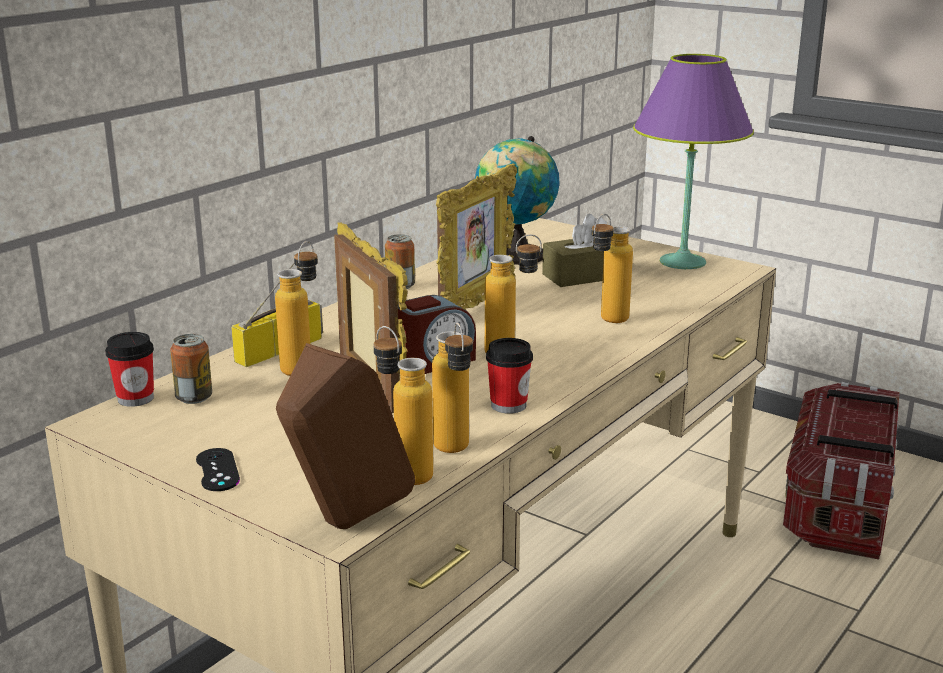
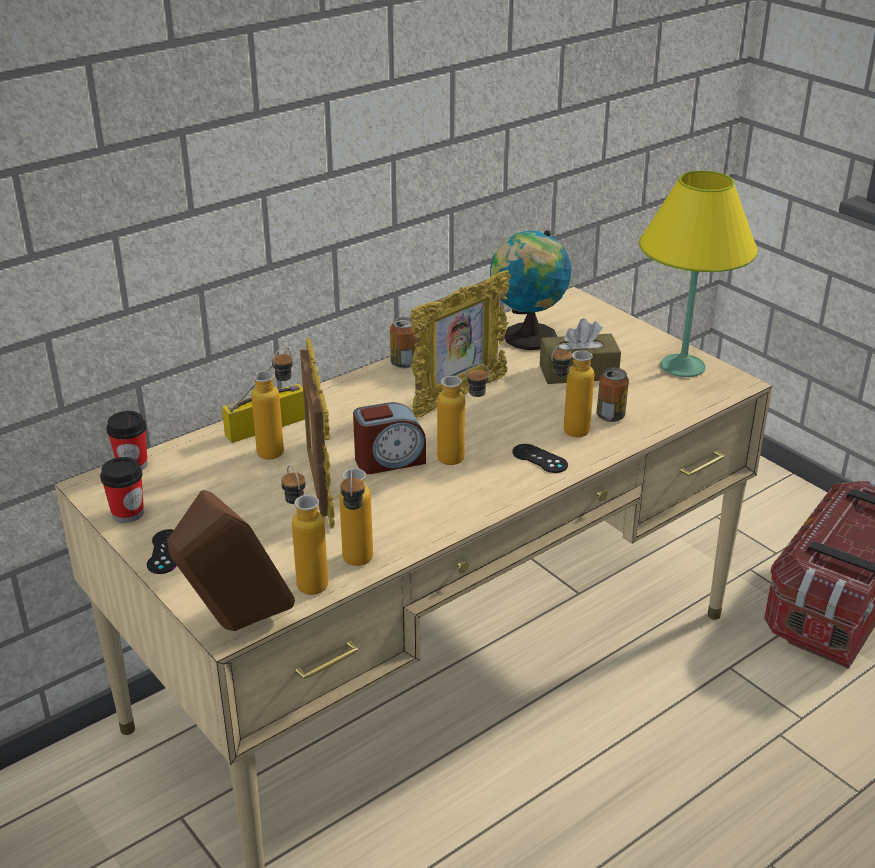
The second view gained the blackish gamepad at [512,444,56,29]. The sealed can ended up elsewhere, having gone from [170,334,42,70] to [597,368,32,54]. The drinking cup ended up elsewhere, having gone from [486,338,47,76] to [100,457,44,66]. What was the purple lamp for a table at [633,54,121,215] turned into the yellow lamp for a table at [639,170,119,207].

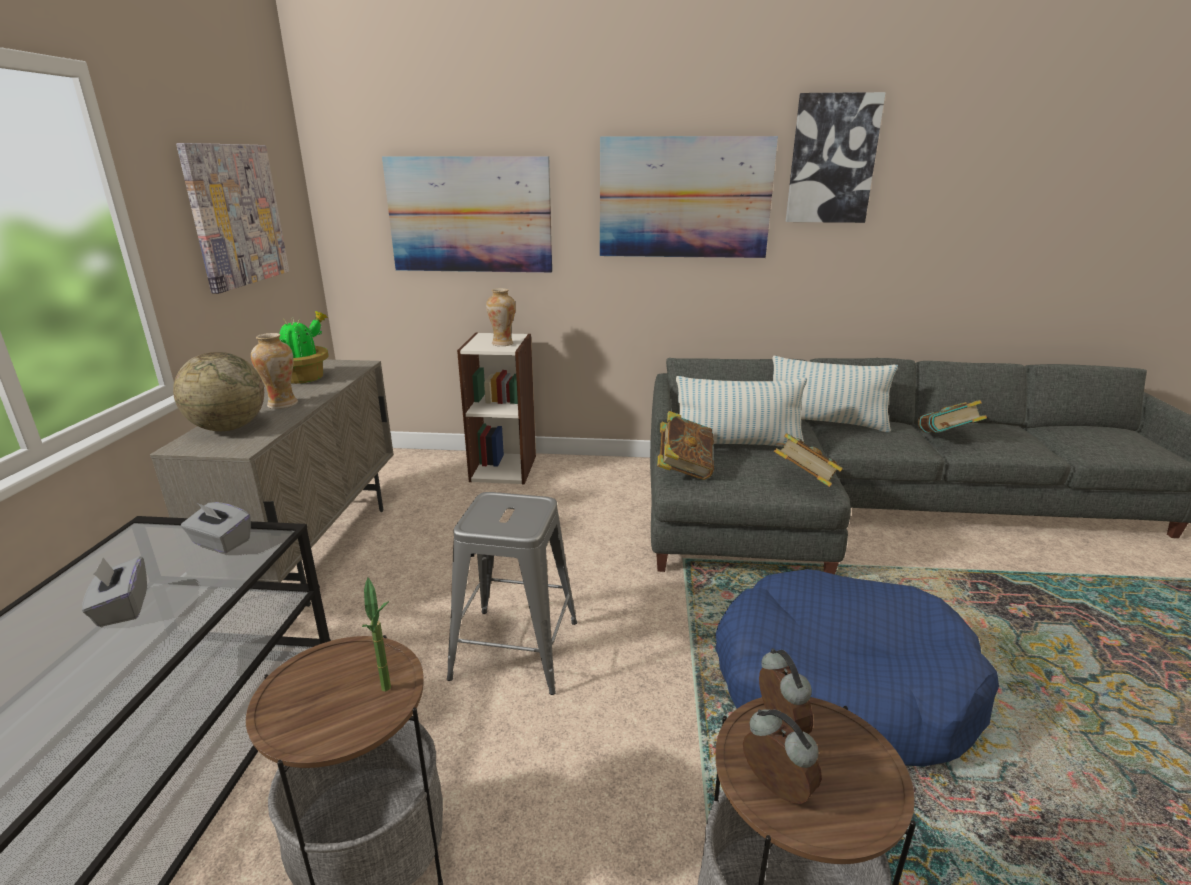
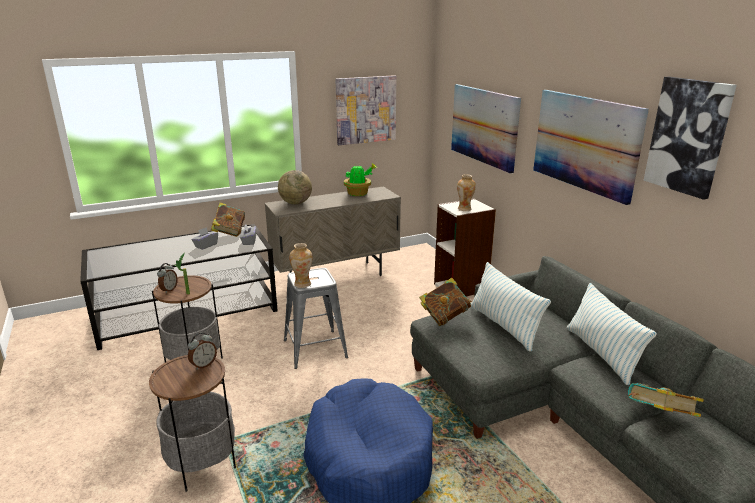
The flower vase ended up elsewhere, having gone from [251,333,47,76] to [289,243,24,45]. The table clock ended up elsewhere, having gone from [743,709,79,95] to [157,263,21,30]. The book ended up elsewhere, having gone from [774,433,69,54] to [211,203,34,34].

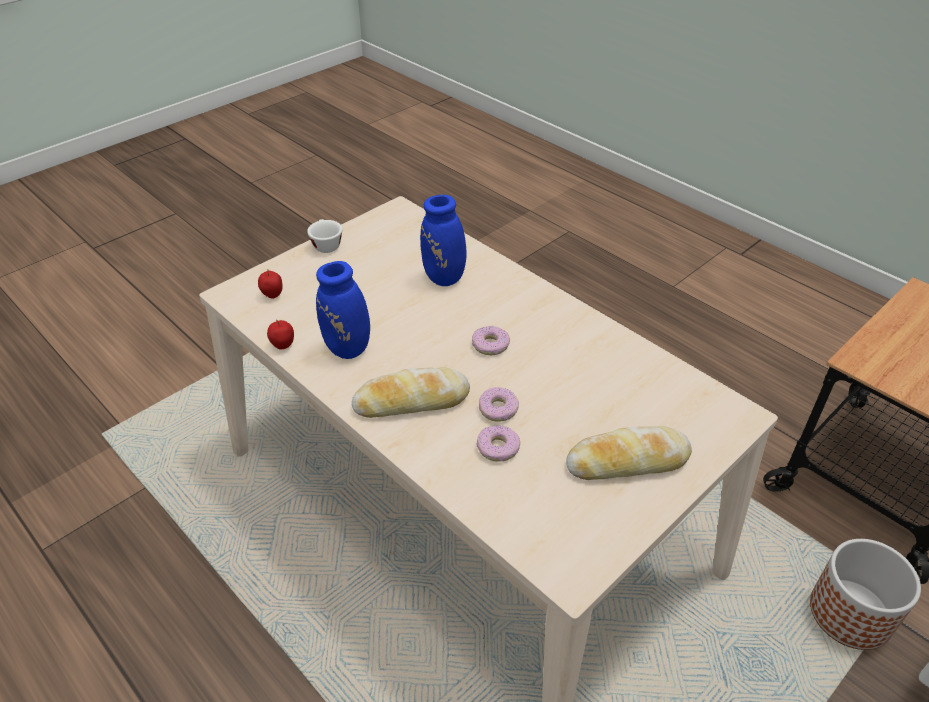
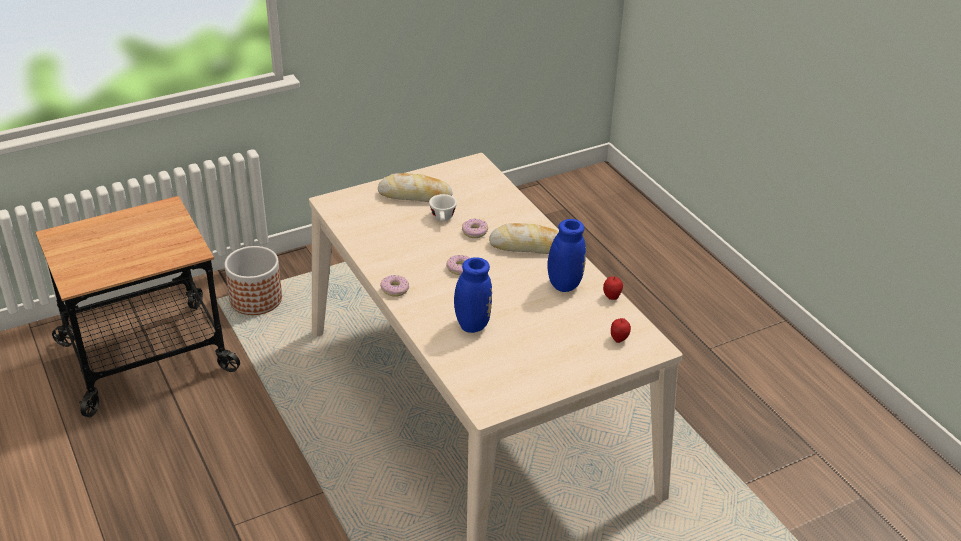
The white-coloured drinking cup ended up elsewhere, having gone from [307,219,35,34] to [429,194,28,28]. The doughnut ended up elsewhere, having gone from [477,425,43,37] to [380,275,29,21].

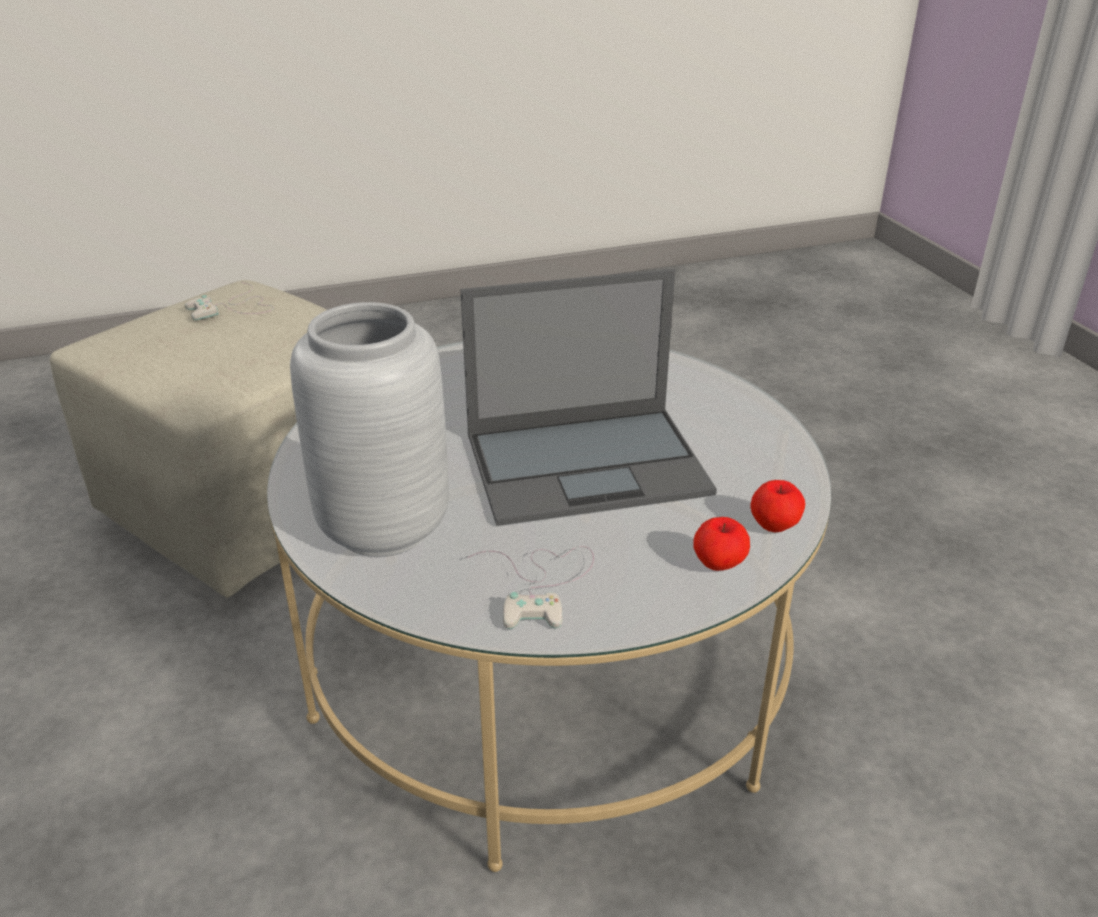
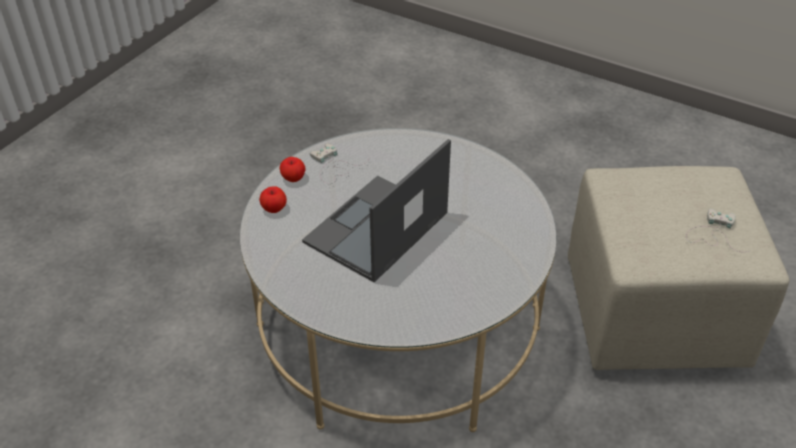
The second view lost the greyish flower vase at [290,302,159,255]. The apple ended up elsewhere, having gone from [750,480,55,52] to [280,157,25,25].

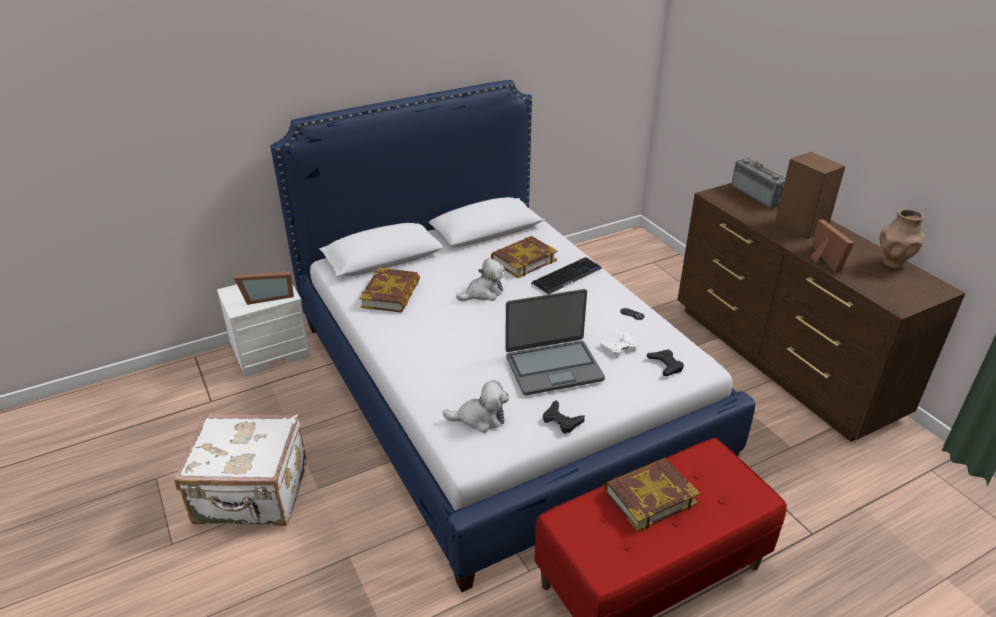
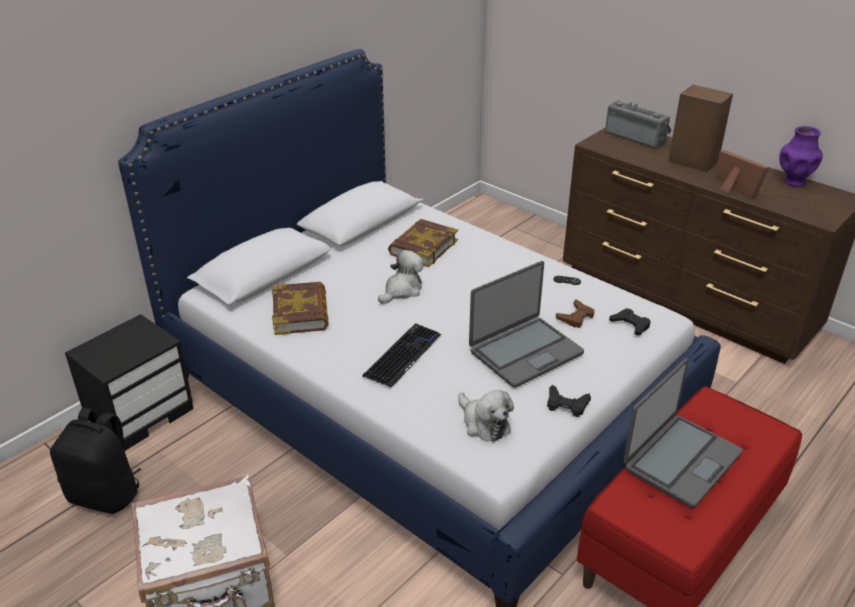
The second view lost the standing frame at [234,272,60,33]. The second view gained the blackish rucksack at [50,408,92,106]. The keyboard ended up elsewhere, having gone from [531,257,71,38] to [363,323,78,65]. Where the book stood at [604,458,96,74], the portable computer came to stand at [623,358,120,150]. What was the white-coloured bedside table at [217,284,94,93] turned into the blackish bedside table at [65,314,129,137]. What was the white-coloured gamepad at [600,332,37,25] turned into the brownish gamepad at [556,299,39,29]. What was the brownish flower vase at [880,209,45,61] turned into the purple flower vase at [779,126,44,61]. The plush toy at [443,380,66,53] ended up facing another way, 75 degrees clockwise from before.

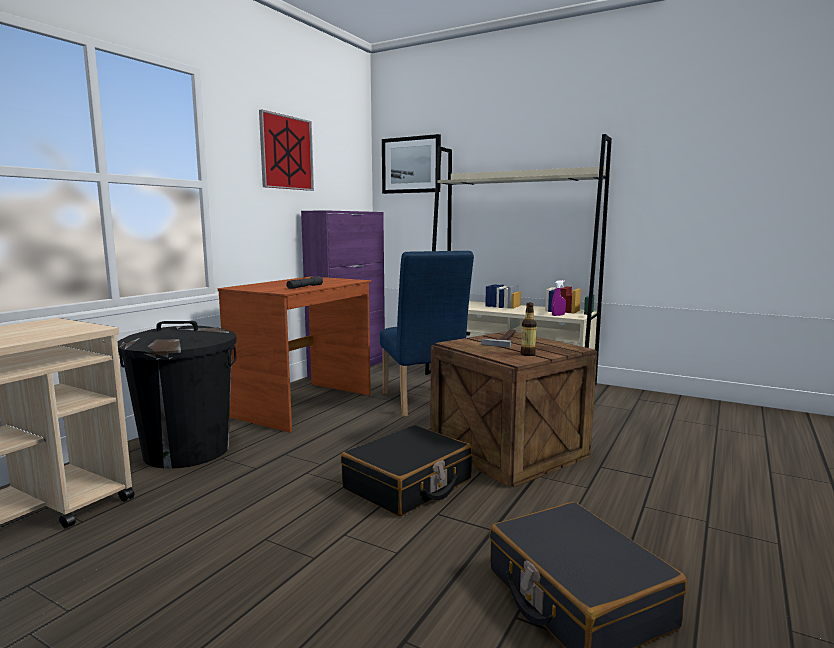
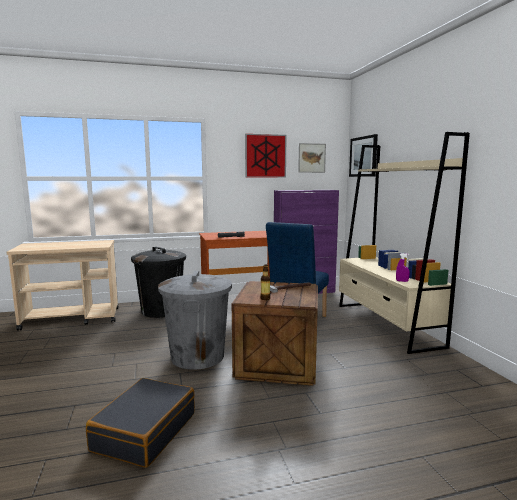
The second view gained the wall picture at [298,143,28,30]. Where the blackish travel case stood at [341,425,131,91], the greyish waste bin came to stand at [158,271,74,99].

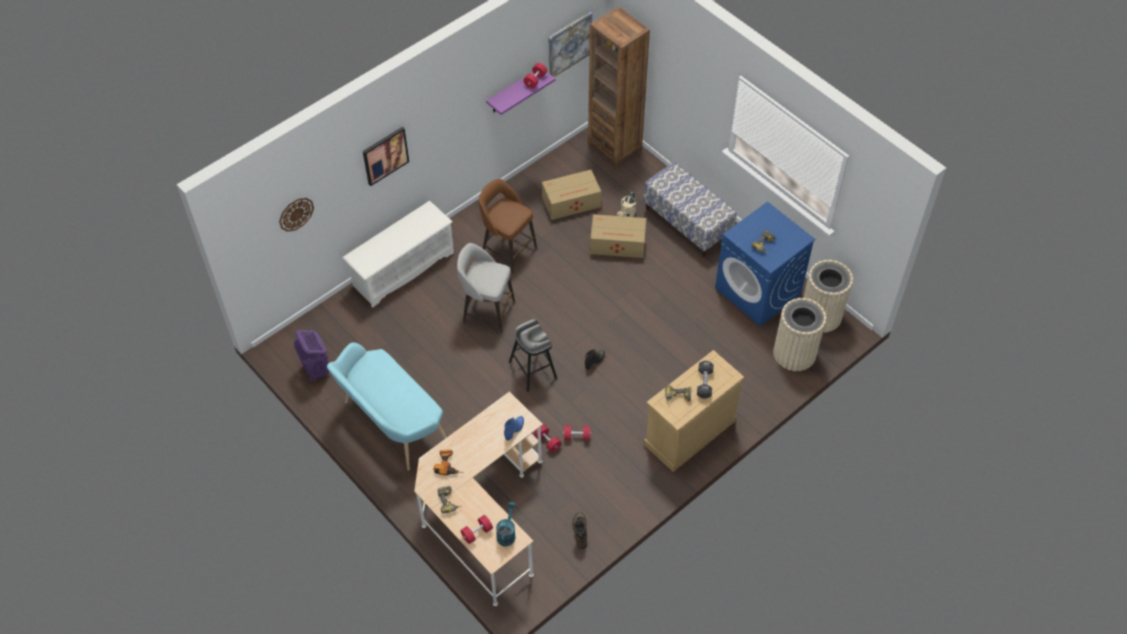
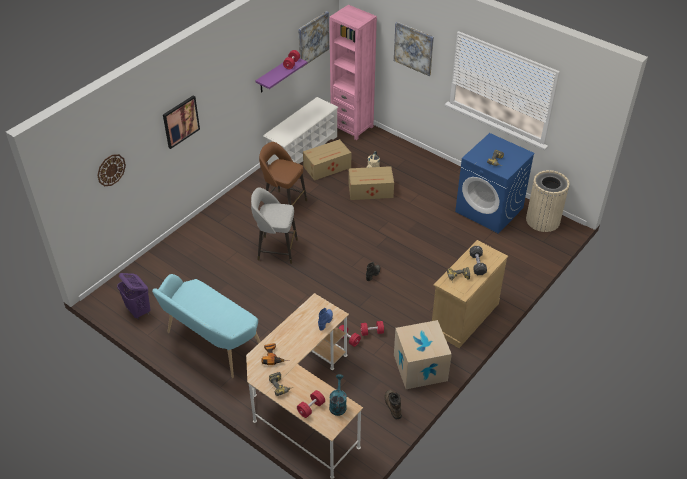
The second view lost the blackish stool seat at [509,319,48,73]. The second view lost the bench at [643,162,94,95]. The second view lost the beige waste bin at [773,298,53,73]. The second view gained the wall picture at [394,22,40,54]. The second view gained the carton at [394,320,58,69]. The white-coloured shoe rack ended up elsewhere, having gone from [343,201,111,107] to [263,97,75,68]. What was the brownish bookshelf at [588,6,62,161] turned into the pink-coloured bookshelf at [329,5,48,135].

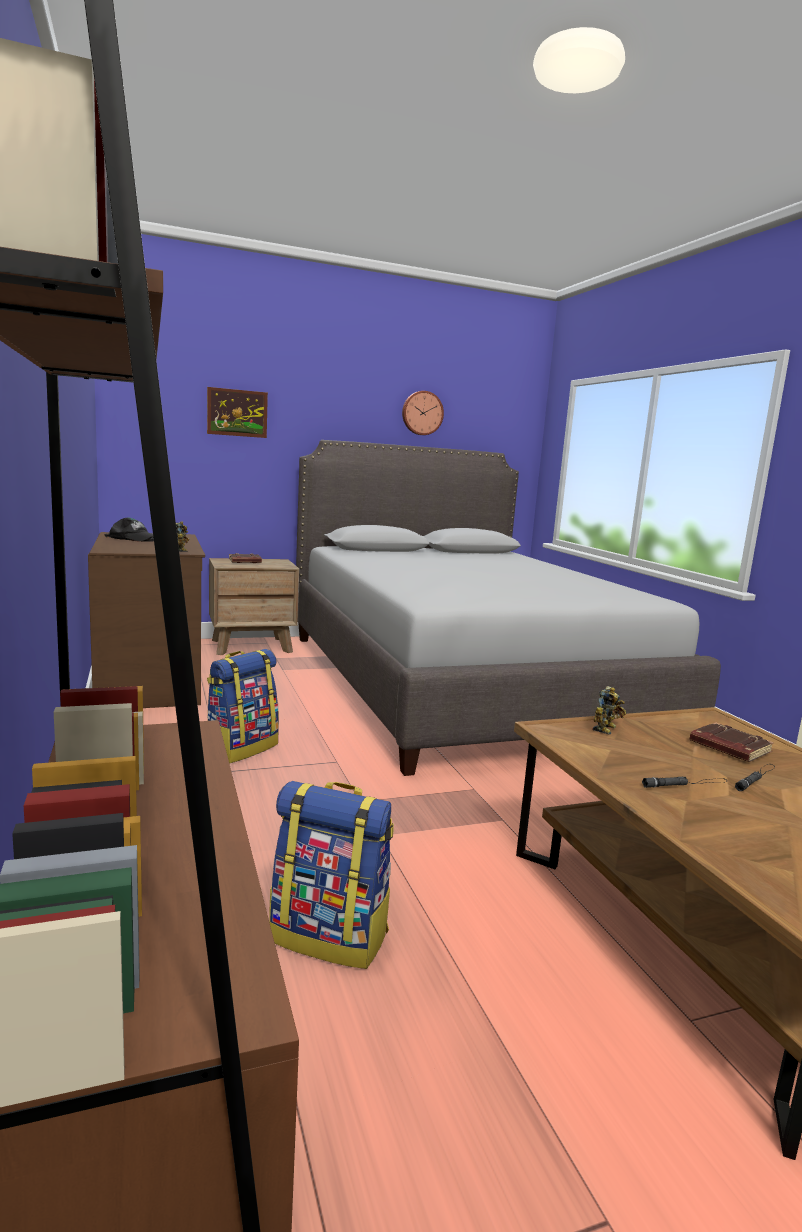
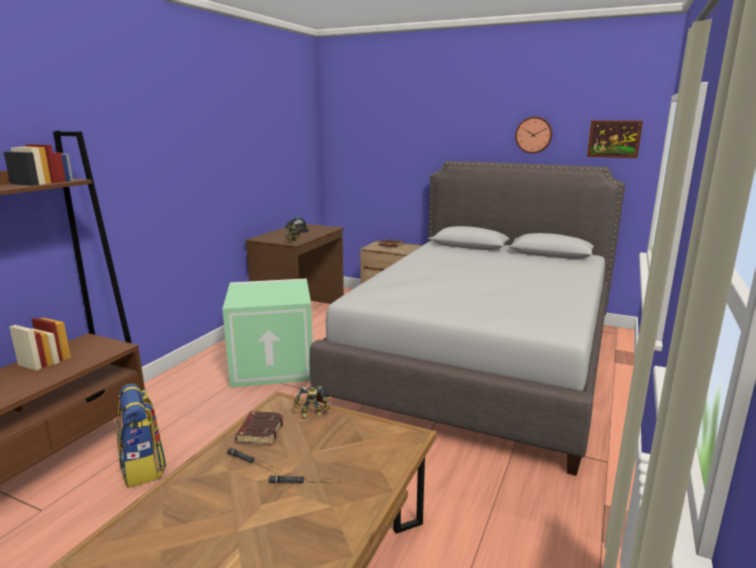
The wall picture ended up elsewhere, having gone from [207,387,61,51] to [587,120,56,38]. The brownish book ended up elsewhere, having gone from [690,722,84,40] to [235,411,49,33]. Where the rucksack stood at [207,649,72,114], the greenish storage box came to stand at [223,278,90,110].

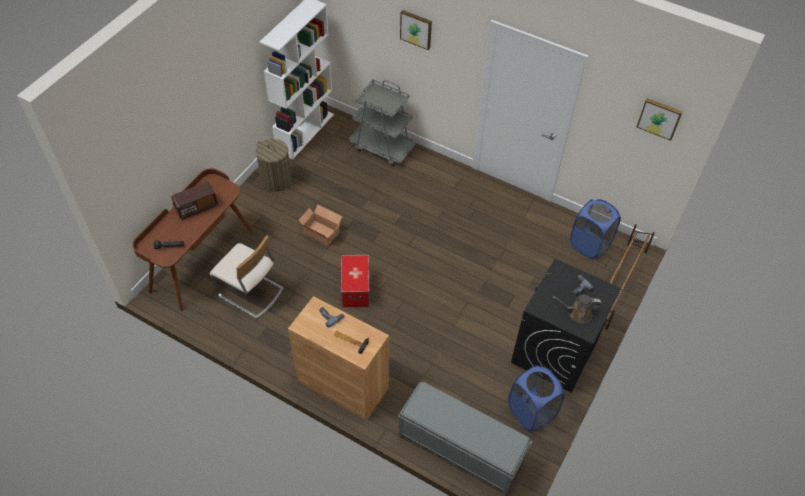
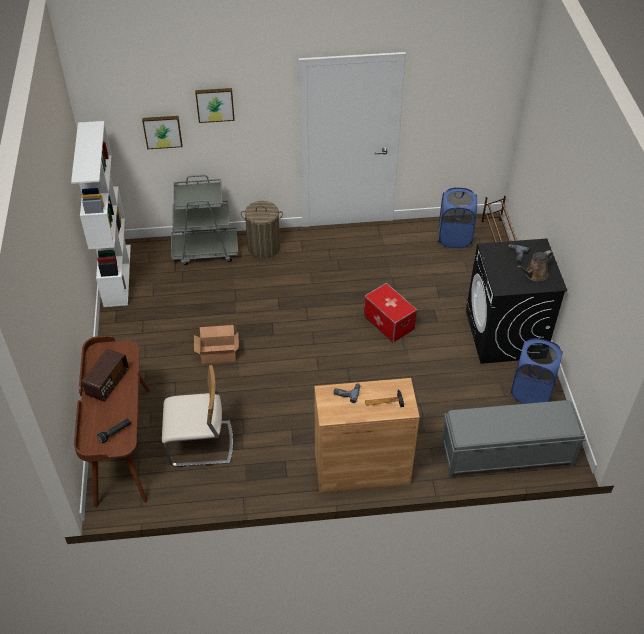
The laundry basket ended up elsewhere, having gone from [256,139,36,53] to [241,201,42,58]. The storage box ended up elsewhere, having gone from [341,255,29,53] to [364,283,53,60]. The wall picture ended up elsewhere, having gone from [637,98,46,43] to [142,116,41,33].

